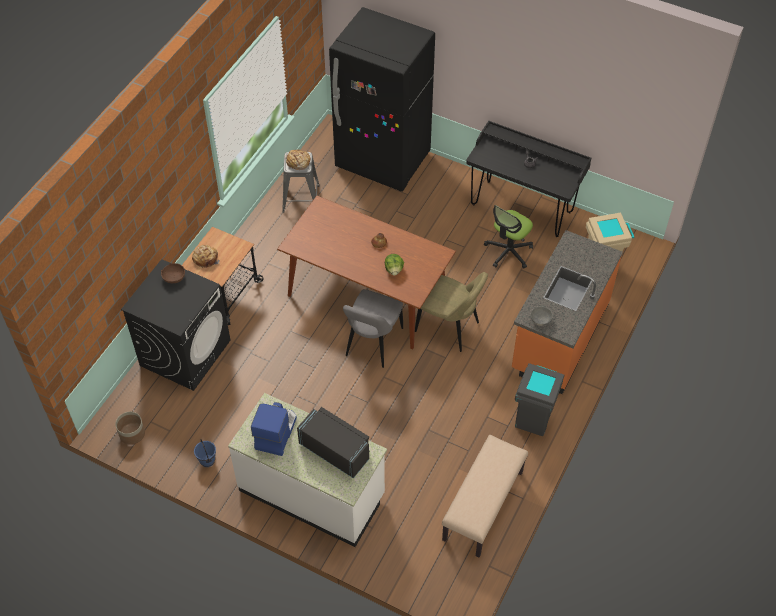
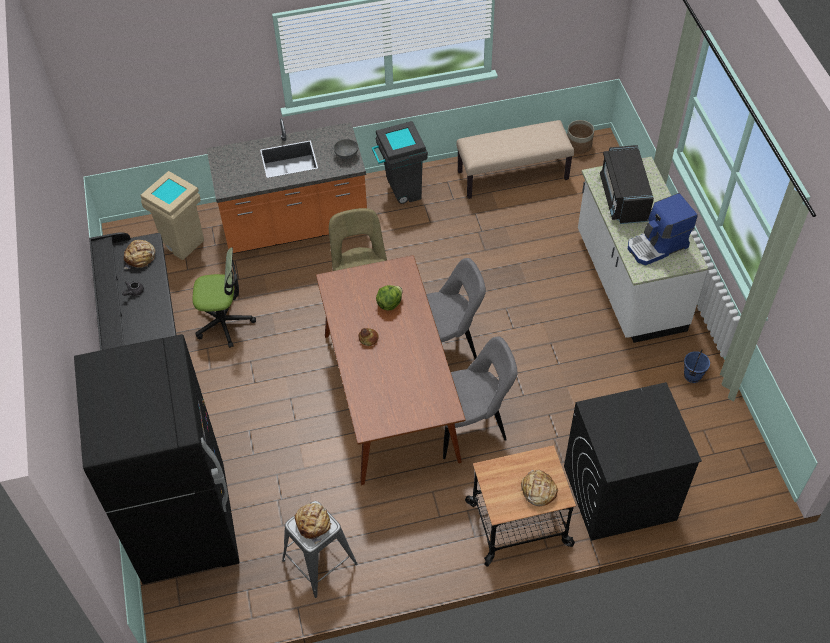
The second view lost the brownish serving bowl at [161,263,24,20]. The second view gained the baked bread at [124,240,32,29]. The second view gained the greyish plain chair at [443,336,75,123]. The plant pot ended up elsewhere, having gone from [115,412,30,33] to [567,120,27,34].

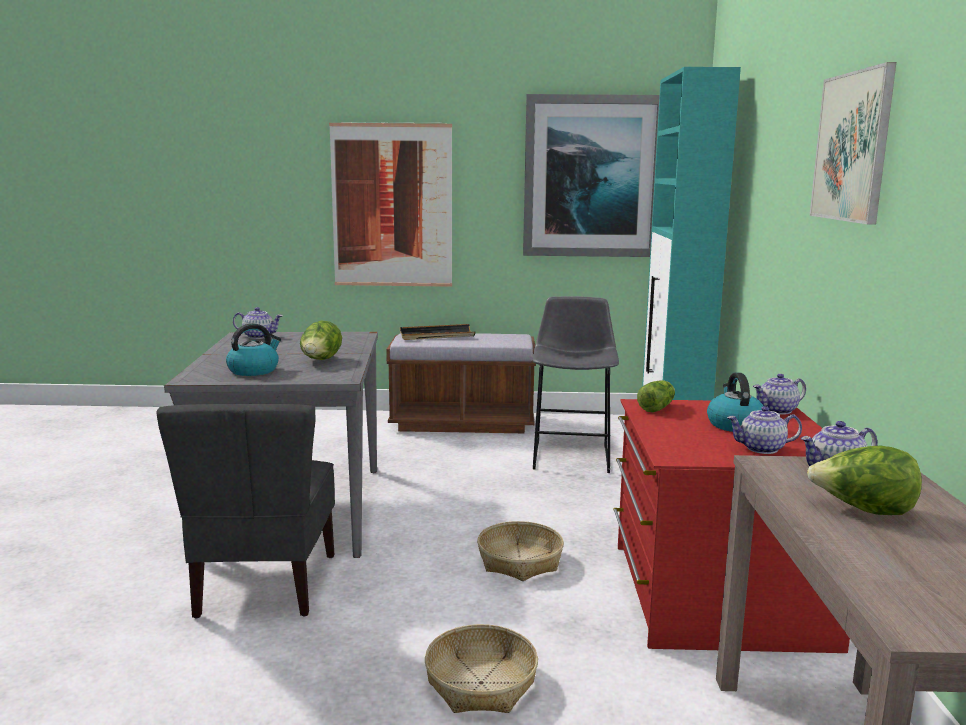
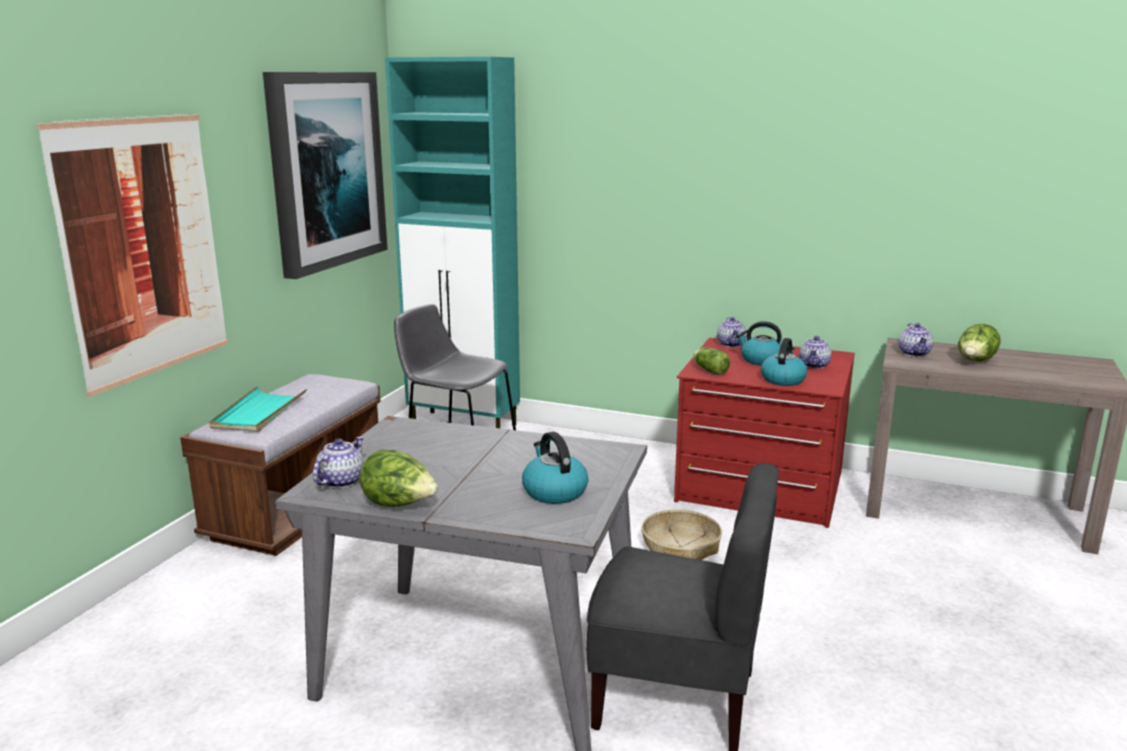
The second view lost the storage basket at [425,624,113,89]. The second view lost the wall picture at [810,62,86,163]. The second view gained the tea kettle at [761,338,46,48]. The lettuce ended up elsewhere, having gone from [300,321,42,39] to [360,449,78,58]. What was the blackish serving tray at [400,324,75,16] turned into the blue-green serving tray at [209,386,98,46].

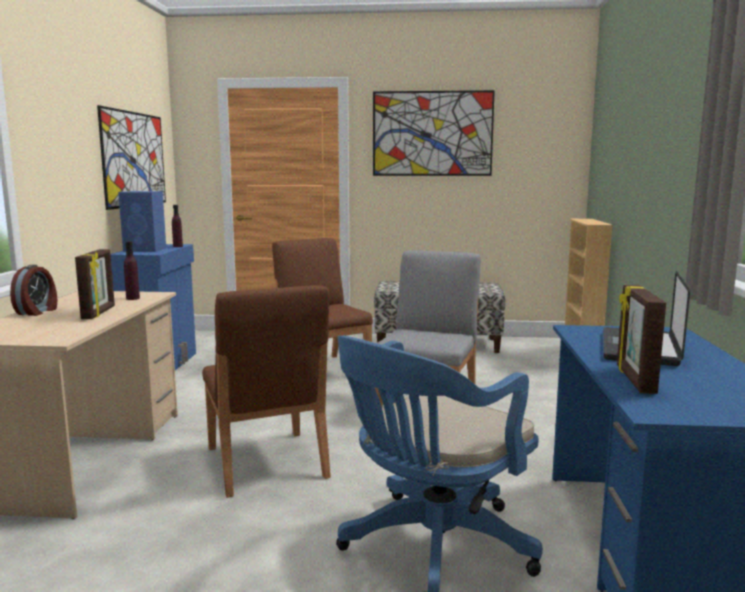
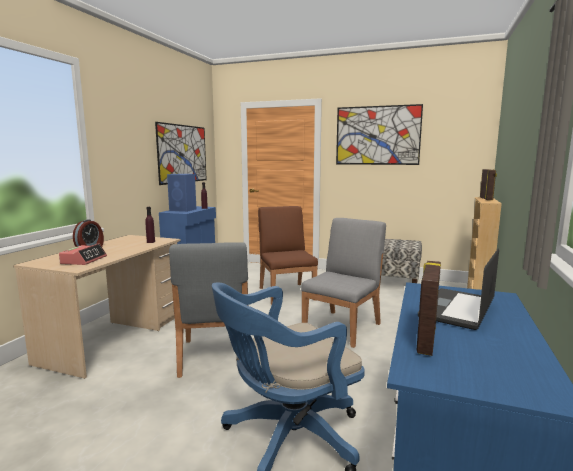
The second view gained the table clock at [59,243,48,22]. The standing frame ended up elsewhere, having gone from [75,249,40,70] to [480,169,17,31]. What was the brownish plain chair at [202,285,129,213] turned into the greyish plain chair at [169,242,80,136].

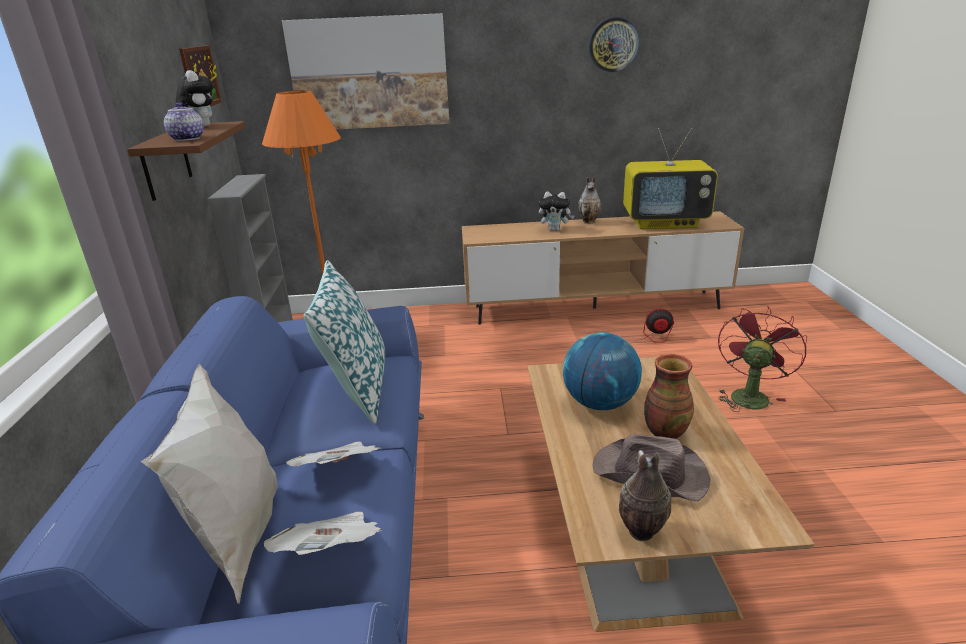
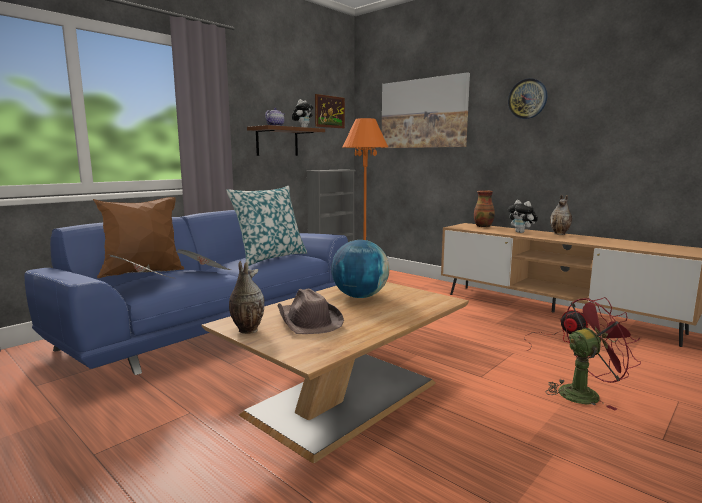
The second view lost the TV set at [623,128,95,101]. The hanging clock ended up elsewhere, having gone from [589,17,50,55] to [508,78,39,41]. The flower vase ended up elsewhere, having gone from [644,354,50,85] to [474,190,21,37]. What was the white-coloured pillow at [141,364,137,240] turned into the brownish pillow at [93,197,91,81].

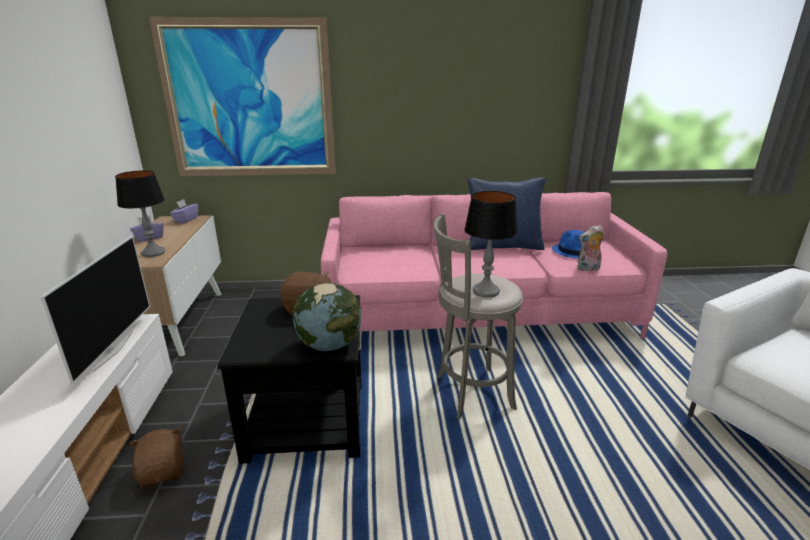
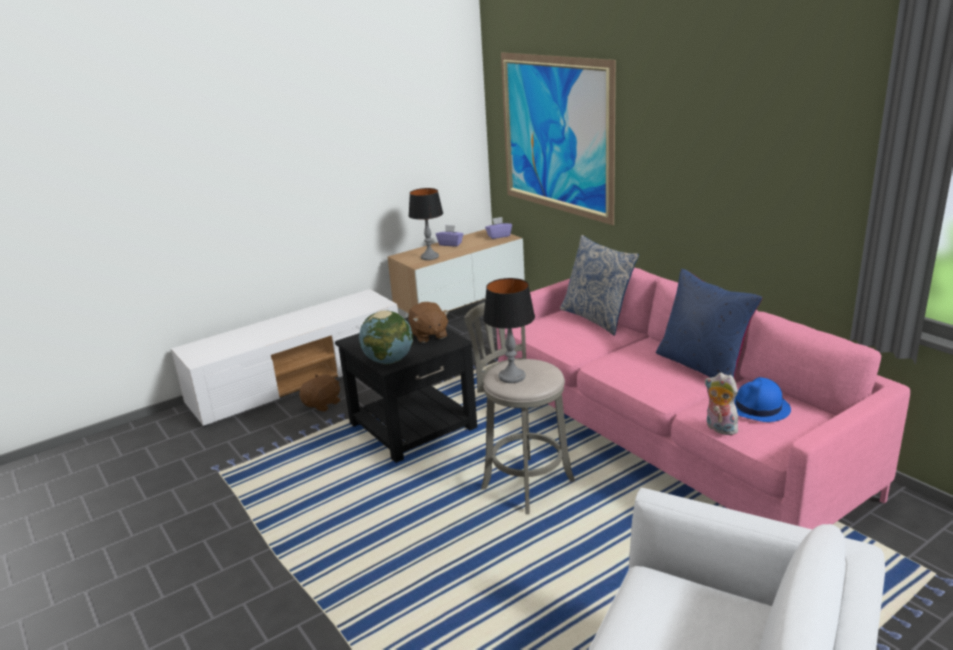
The second view lost the TV set at [41,236,109,148]. The second view gained the pillow at [560,235,79,101].

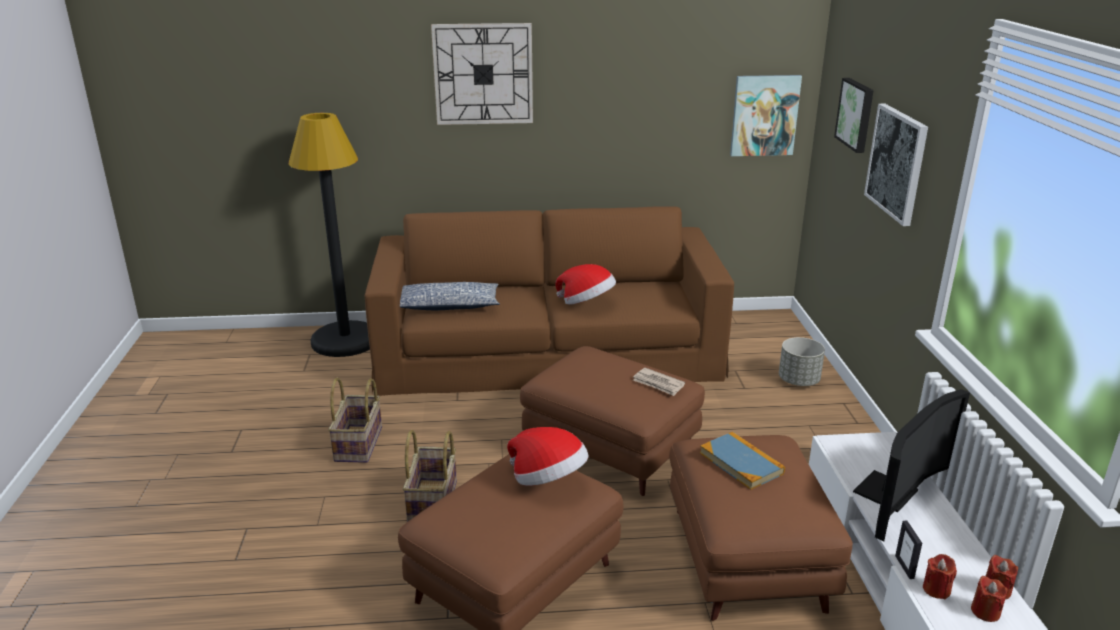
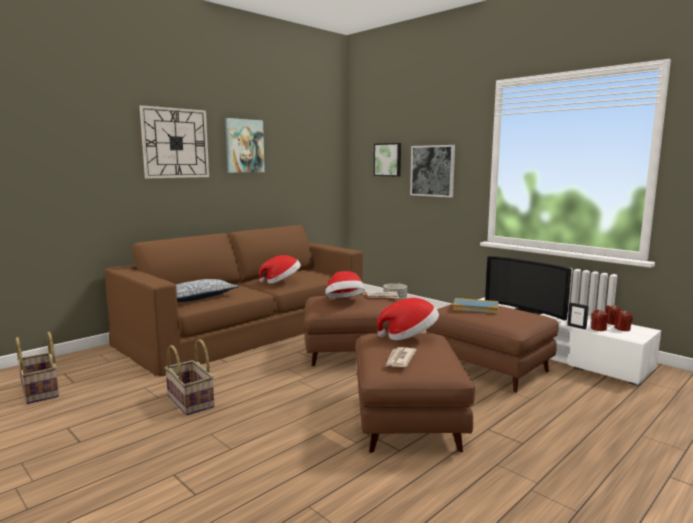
The second view lost the blackish floor lamp at [288,113,82,244]. The second view gained the clothing hat at [325,271,40,27]. The second view gained the newspaper at [385,347,32,20]. The storage basket ended up elsewhere, having gone from [403,430,54,92] to [16,332,43,72]. The wall picture ended up elsewhere, having gone from [730,75,72,81] to [225,118,40,55]. The TV set at [853,389,117,153] ended up facing another way, 135 degrees clockwise from before.

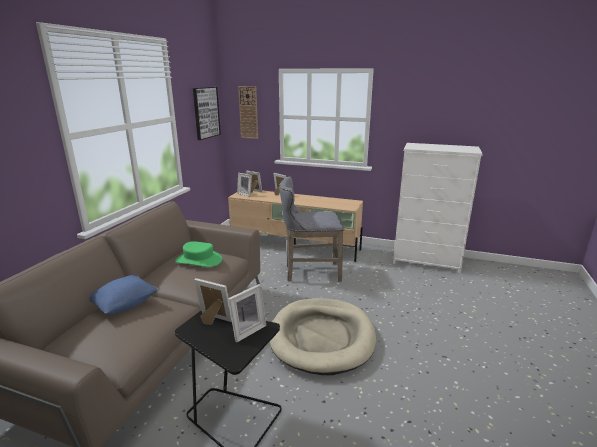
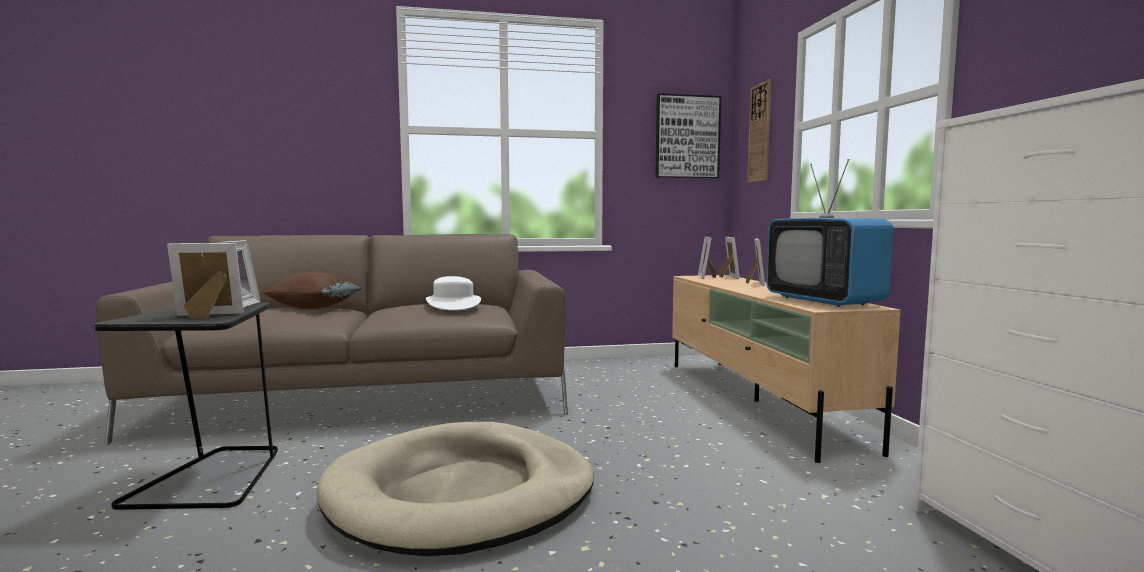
The second view lost the greyish stool seat at [279,177,65,105]. The second view gained the TV set at [766,159,127,148]. What was the bluish pillow at [90,275,68,39] turned into the brownish pillow at [263,272,99,37]. What was the greenish clothing hat at [175,242,47,25] turned into the white-coloured clothing hat at [426,276,55,34]. The standing frame at [228,284,38,58] ended up facing another way, 150 degrees clockwise from before.

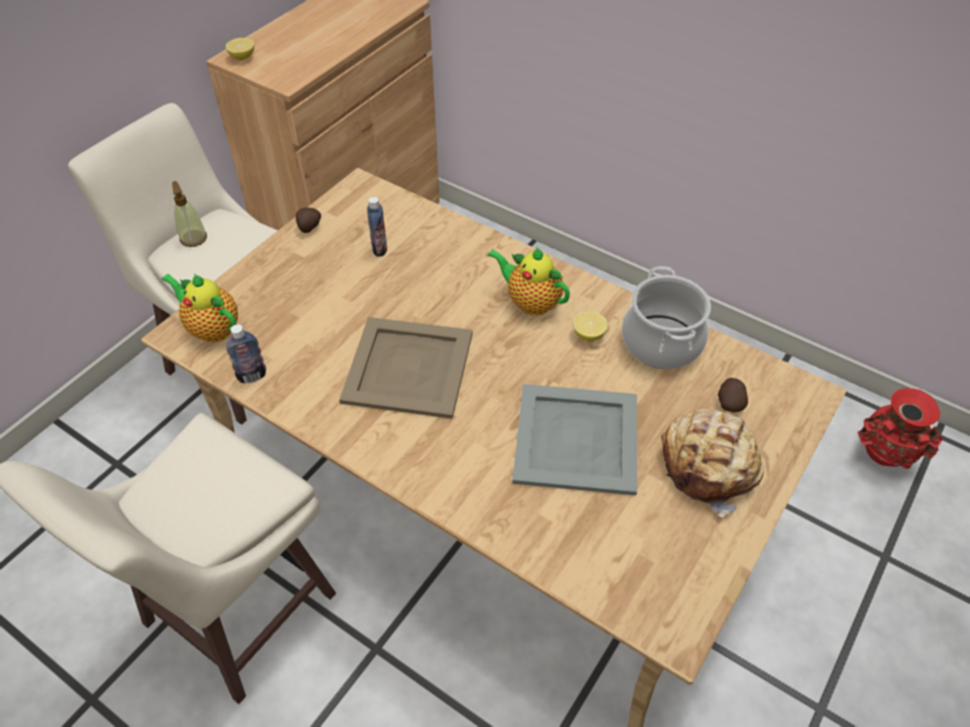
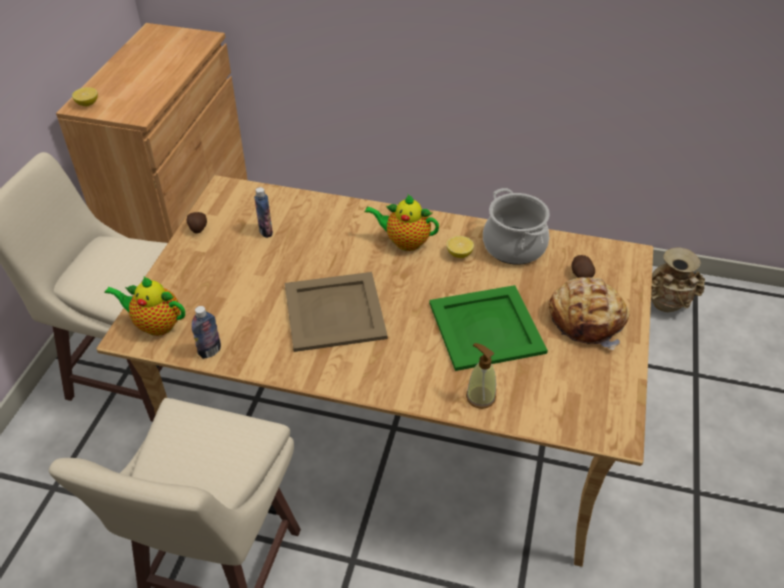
The liquid soap bottle ended up elsewhere, having gone from [172,181,35,66] to [466,343,30,66]. What was the greyish serving tray at [512,384,125,111] turned into the greenish serving tray at [429,285,119,86]. What was the red flower vase at [858,388,85,81] turned into the beige flower vase at [651,247,54,65].

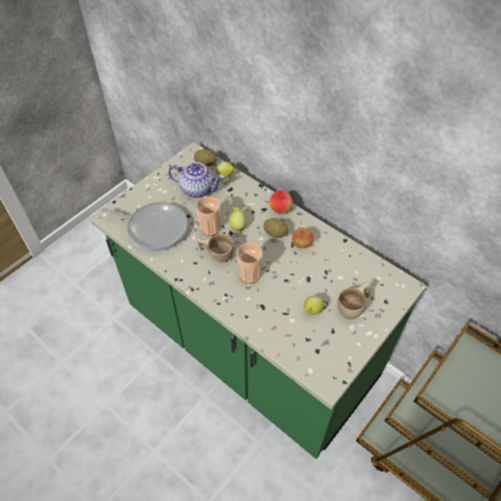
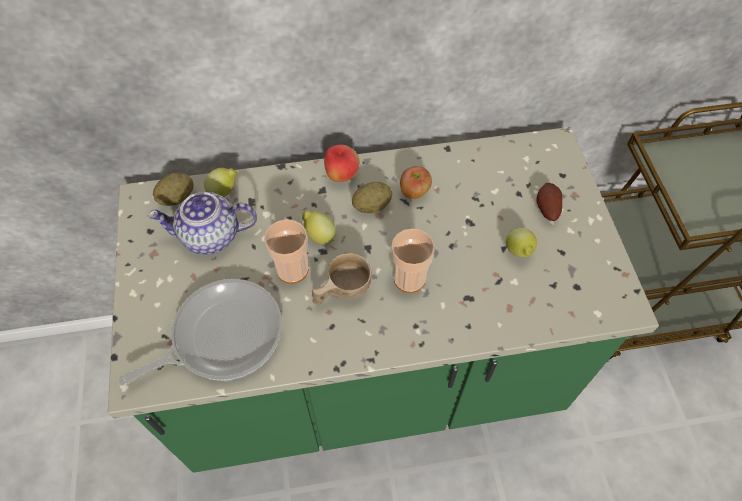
Where the beige drinking cup stood at [338,282,33,37], the potato came to stand at [536,183,26,38]. The teapot at [168,162,56,36] ended up facing another way, 150 degrees counterclockwise from before.

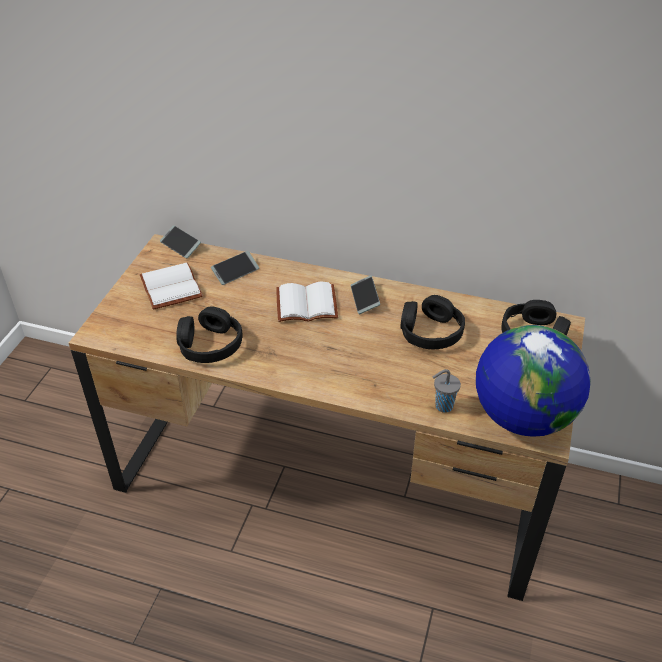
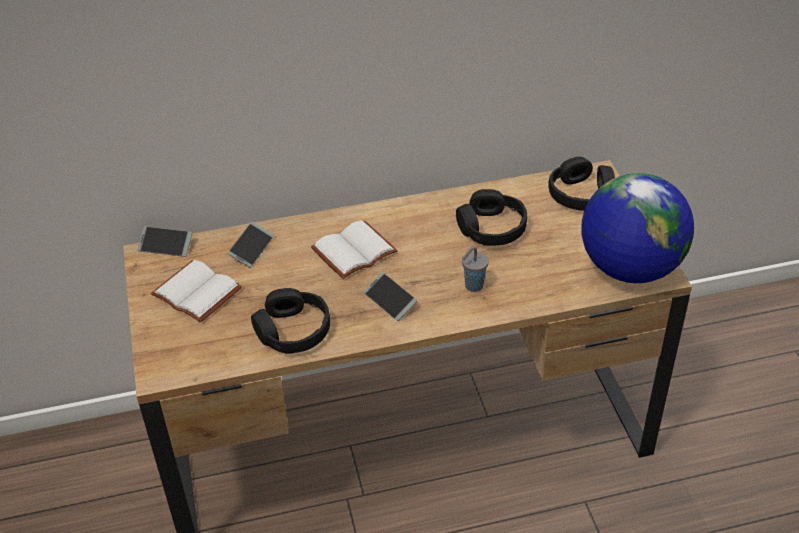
The phone ended up elsewhere, having gone from [351,275,29,39] to [364,272,53,49]. The greyish drinking cup ended up elsewhere, having gone from [433,369,28,44] to [462,247,27,45].

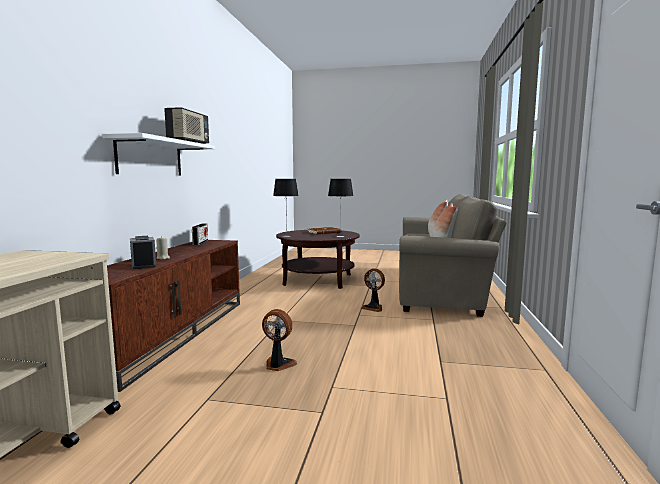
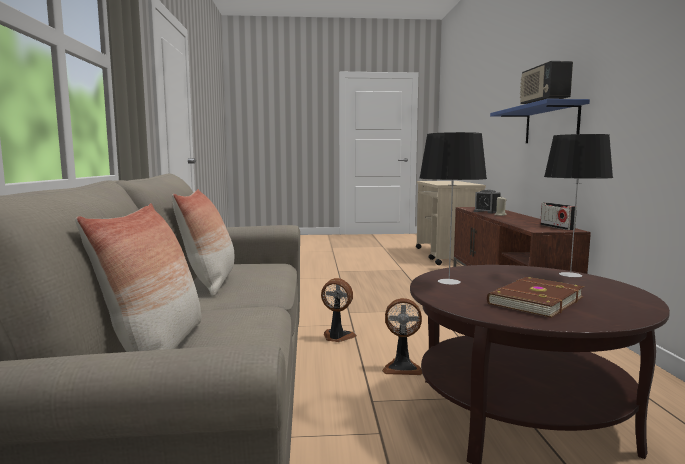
The fan ended up elsewhere, having gone from [262,309,36,62] to [382,298,41,77]. What was the white-coloured wall shelf at [102,133,113,43] turned into the bluish wall shelf at [490,99,100,44].

